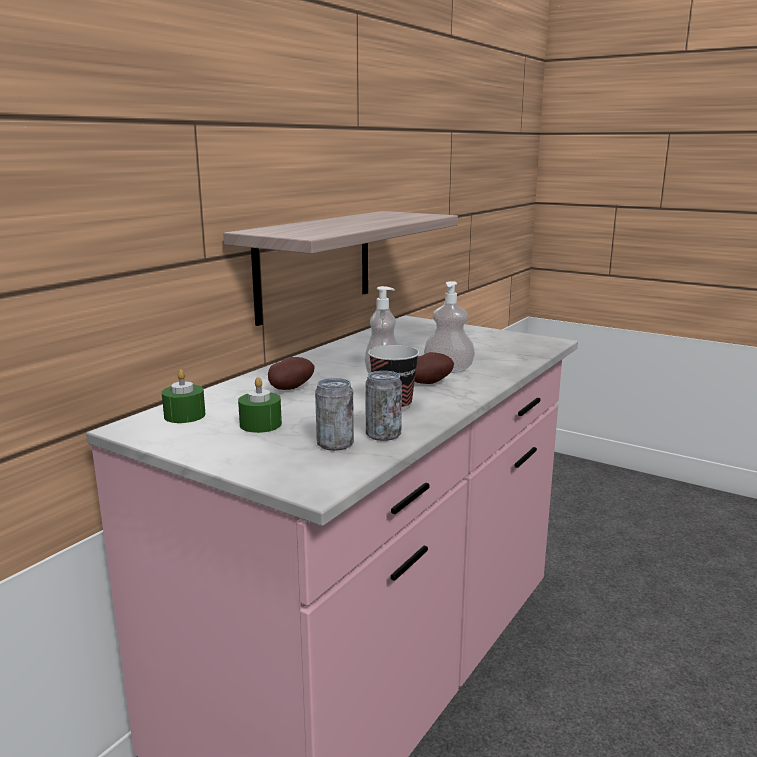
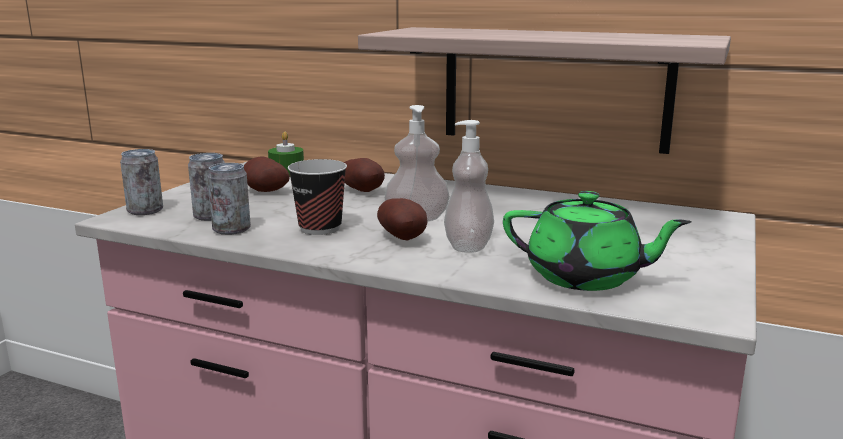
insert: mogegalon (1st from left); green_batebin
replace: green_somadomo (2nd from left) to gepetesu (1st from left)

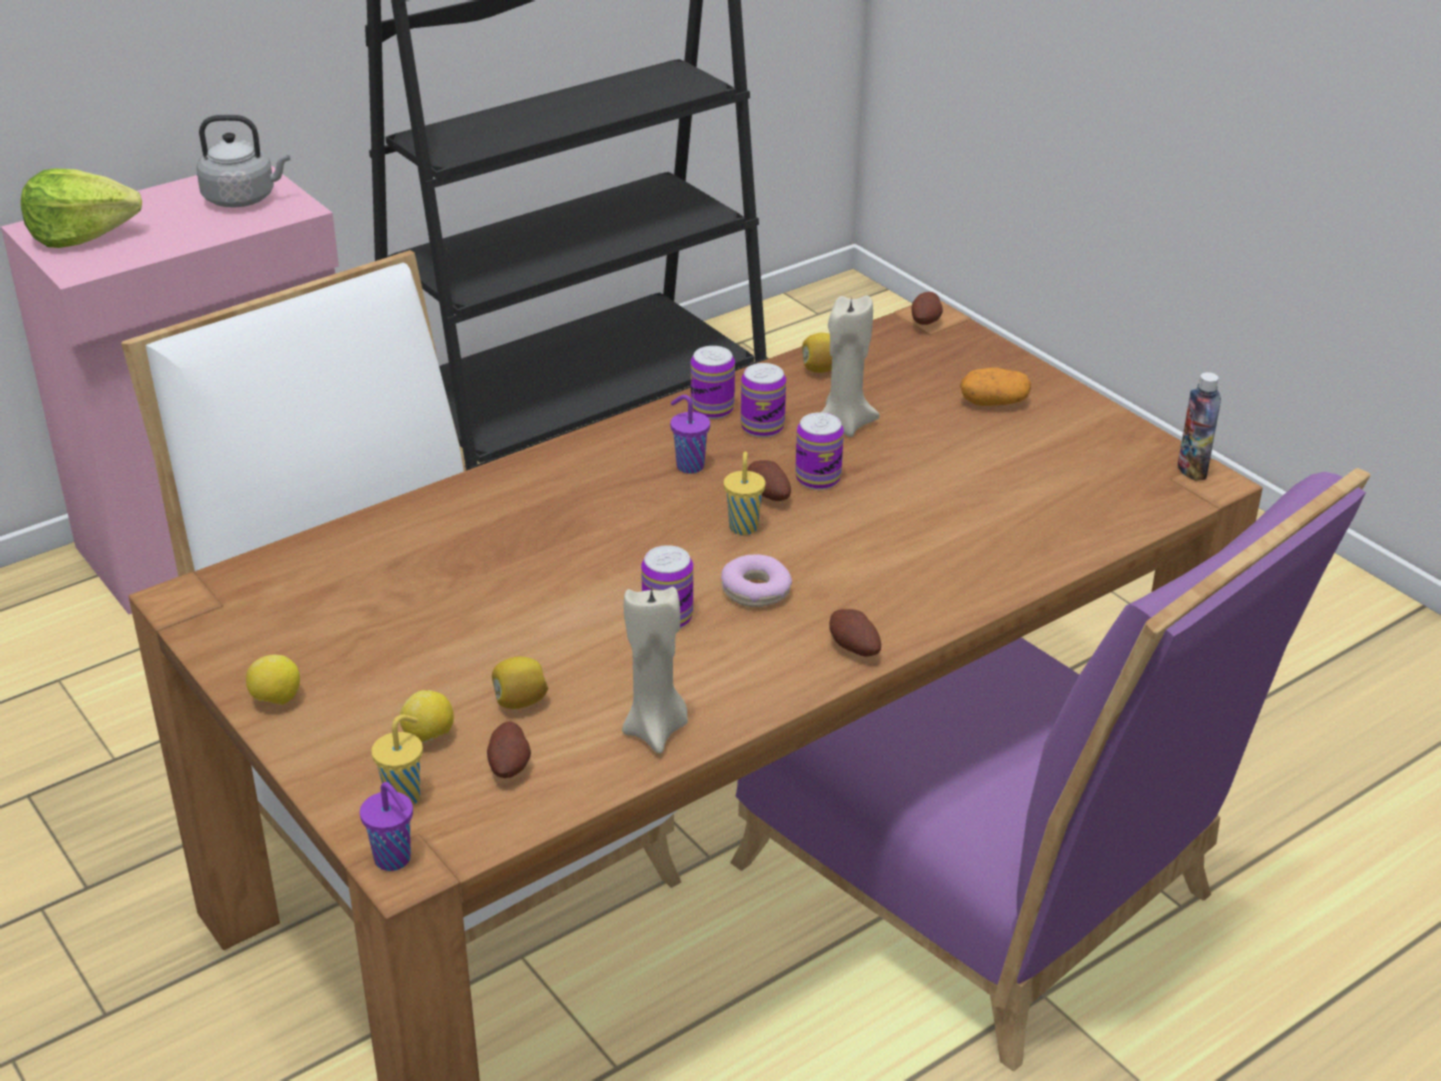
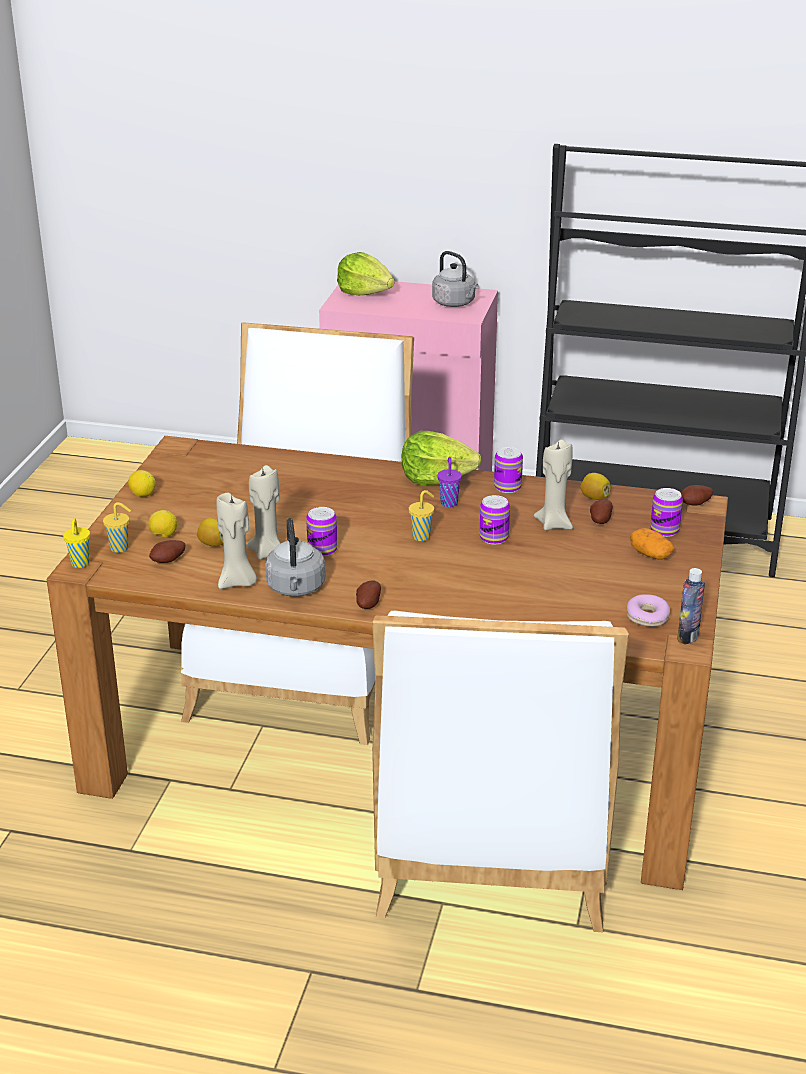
insert: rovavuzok (2nd from left); beige_somadomo (2nd from left); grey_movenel (1st from left)
move: mogegalon (3rd from left in the first image) to mogegalon (4th from left); gepetesu (2nd from left in the first image) to gepetesu (3rd from left); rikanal
recolor: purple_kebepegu to white_kebepegu (2nd from left); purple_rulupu (1st from left) to yellow_rulupu (1st from left)

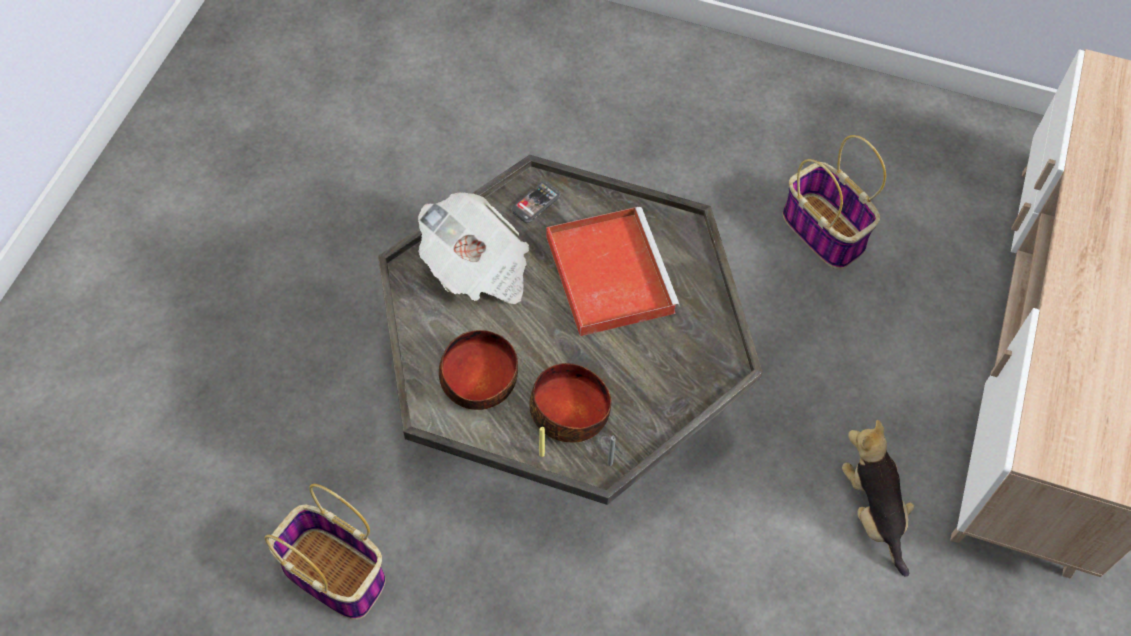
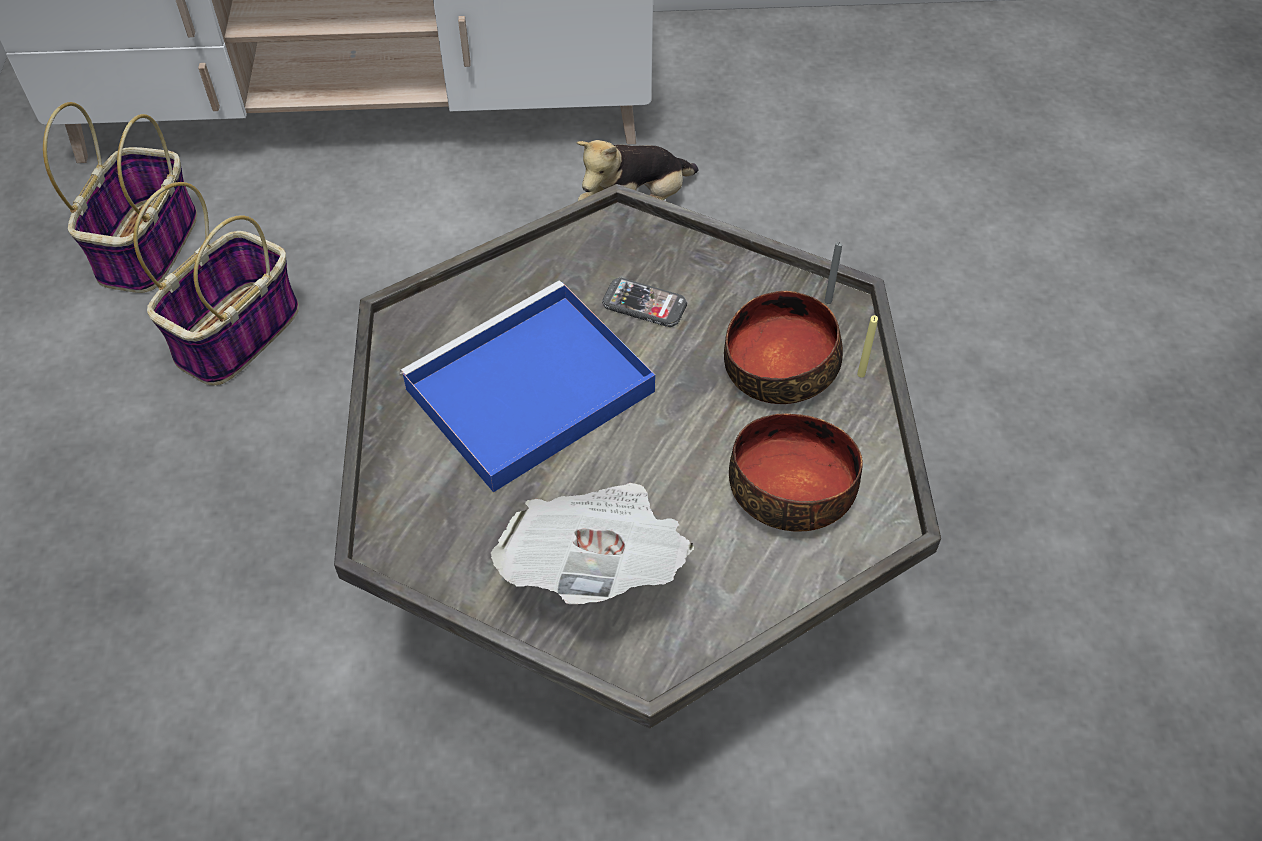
move: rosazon; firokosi (1st from left)
recolor: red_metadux to blue_metadux

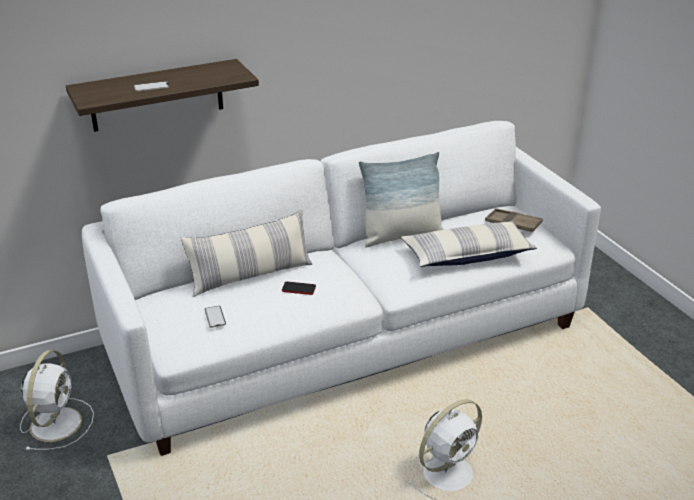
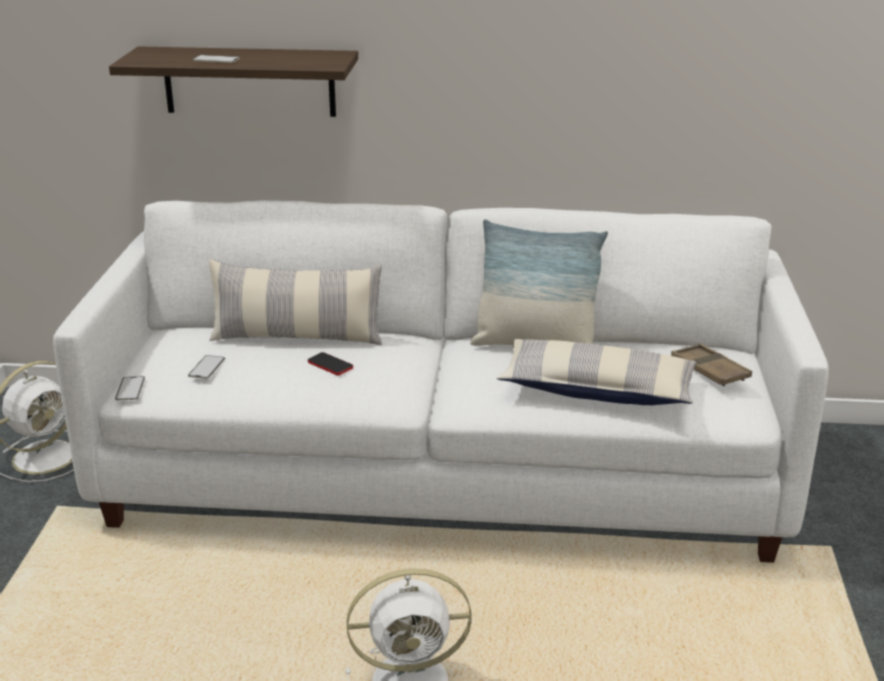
insert: rosazon (1st from left)

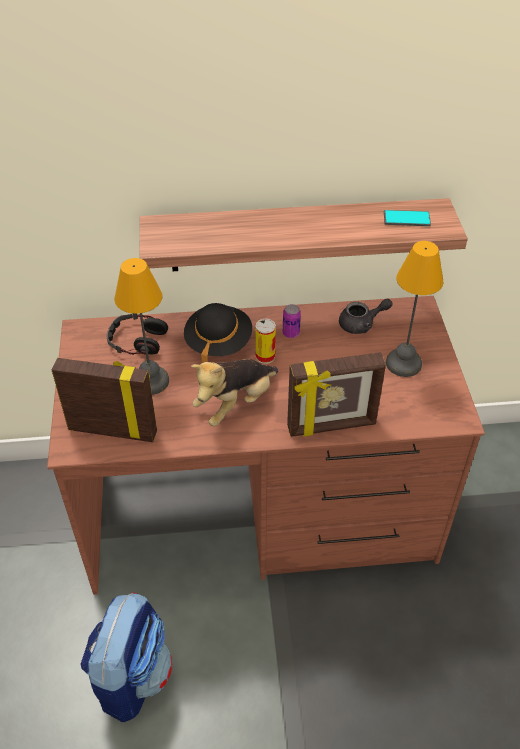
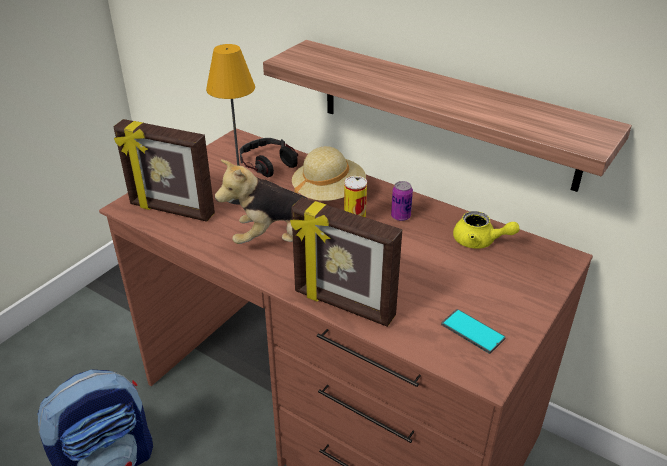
delete: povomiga (2nd from left)
move: rosazon
recolor: grey_batebin to yellow_batebin; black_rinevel to beige_rinevel
rotate: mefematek (1st from left) 150 degrees clockwise

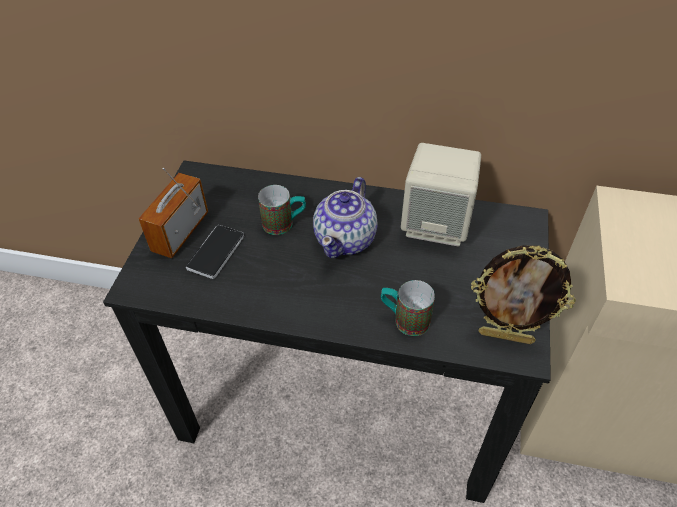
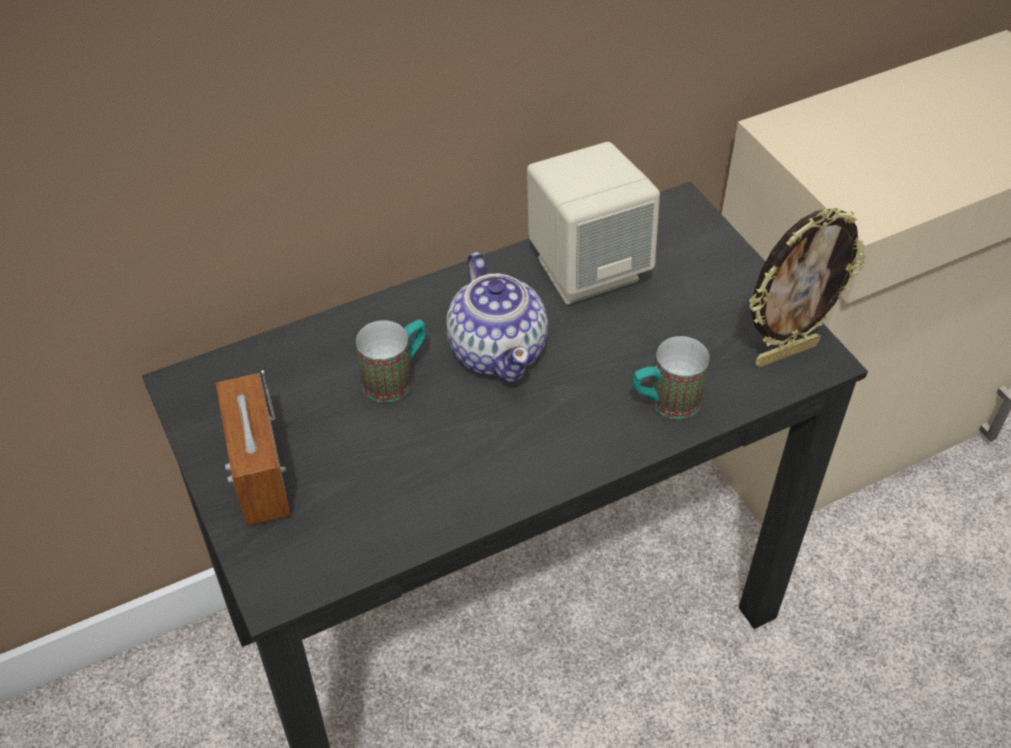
delete: rosazon

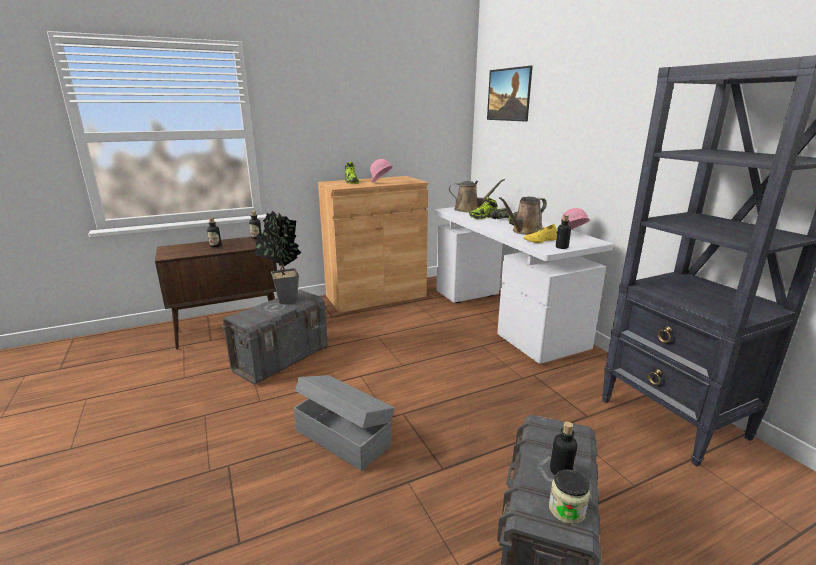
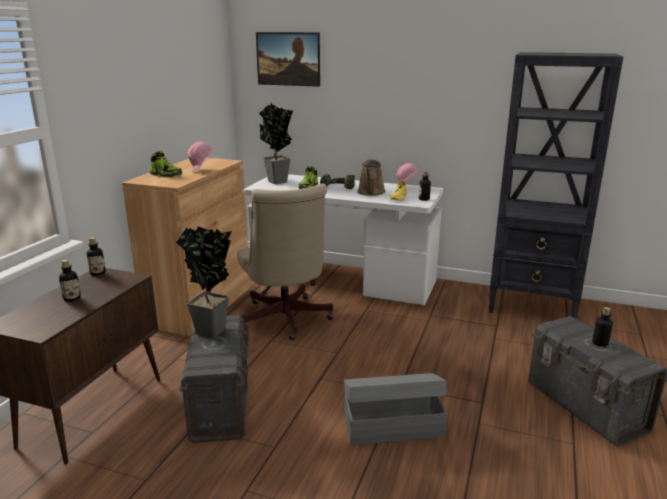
delete: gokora
insert: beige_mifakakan
replace: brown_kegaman (1st from left) to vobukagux (2nd from left)

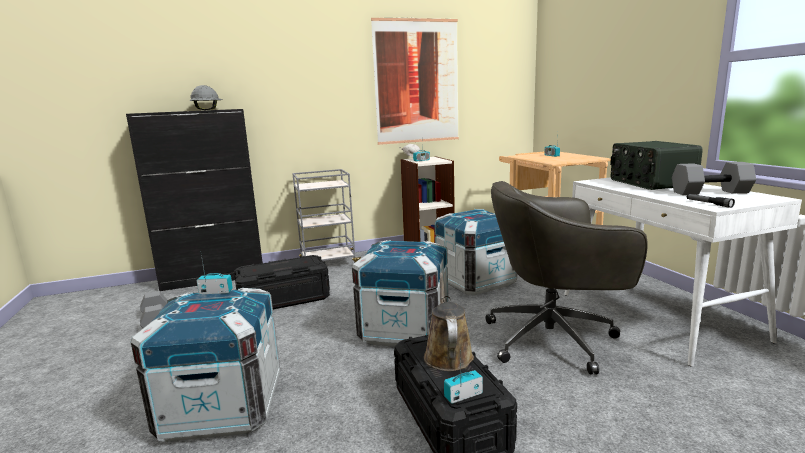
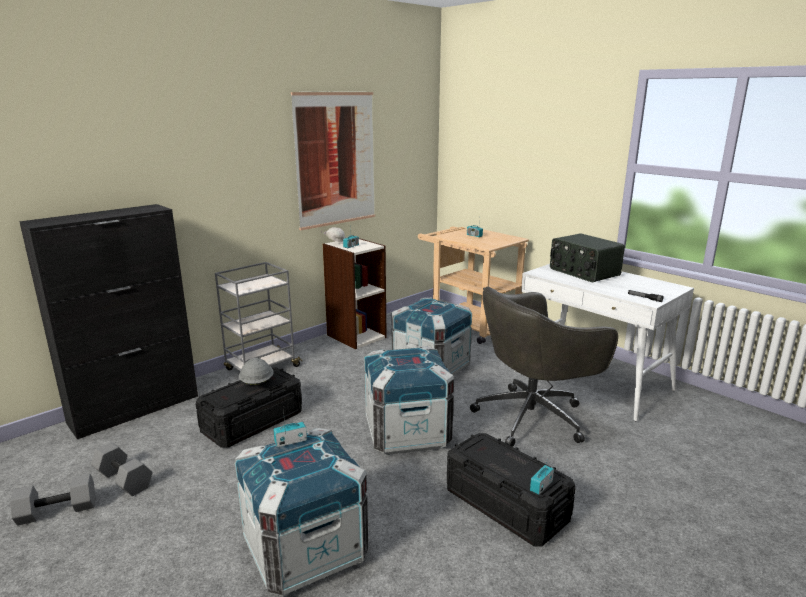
delete: brown_kegaman
move: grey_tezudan; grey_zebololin (2nd from left in the first image) to grey_zebololin (1st from left)

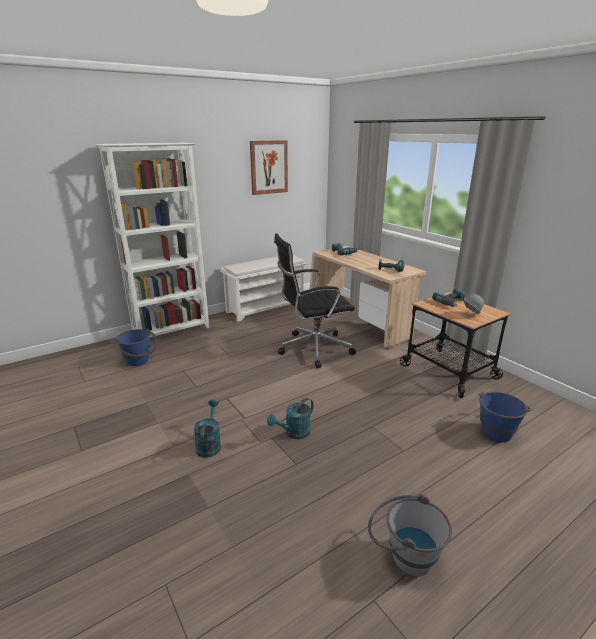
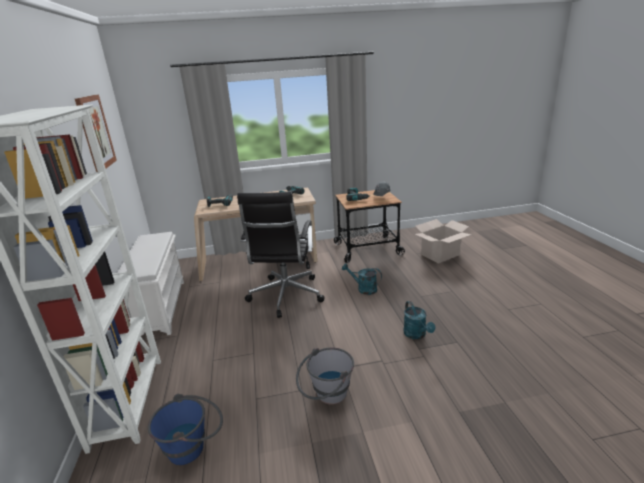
move: turquoise_kegaman (1st from left); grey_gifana
replace: blue_gifana (2nd from left) to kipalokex

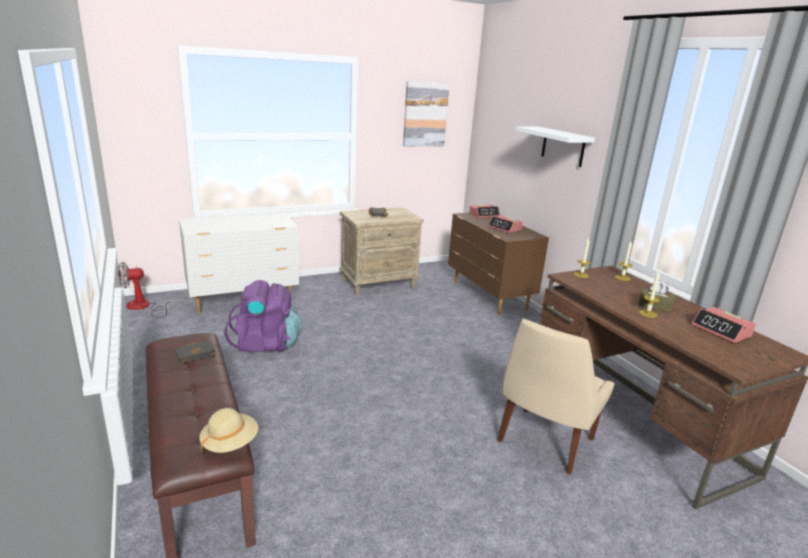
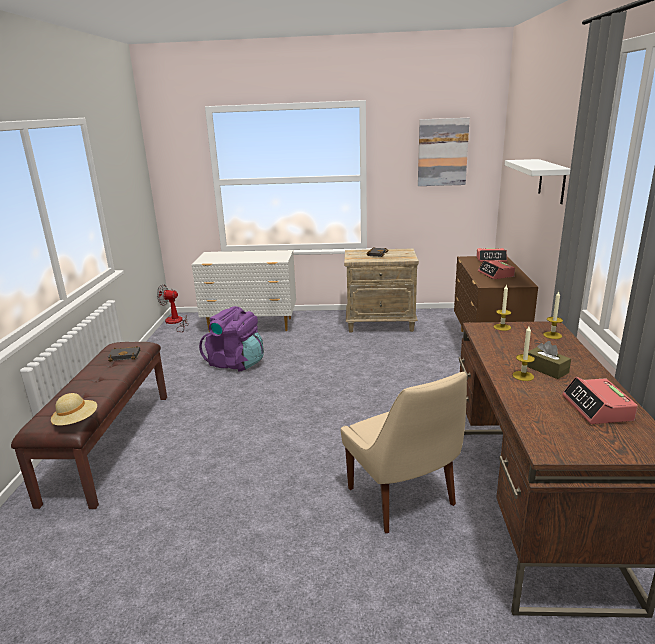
rotate: beige_kebepegu 90 degrees counterclockwise

